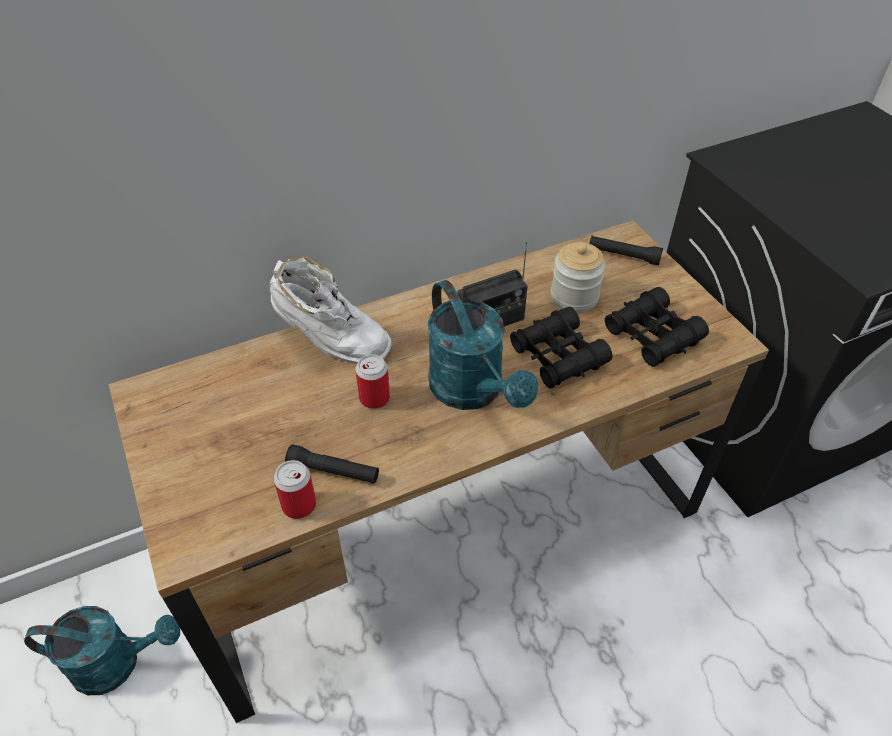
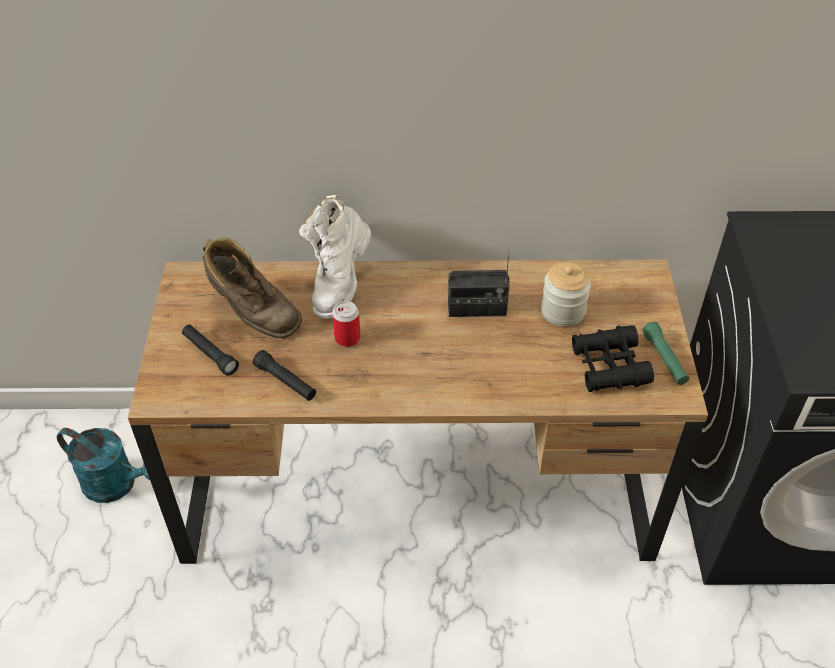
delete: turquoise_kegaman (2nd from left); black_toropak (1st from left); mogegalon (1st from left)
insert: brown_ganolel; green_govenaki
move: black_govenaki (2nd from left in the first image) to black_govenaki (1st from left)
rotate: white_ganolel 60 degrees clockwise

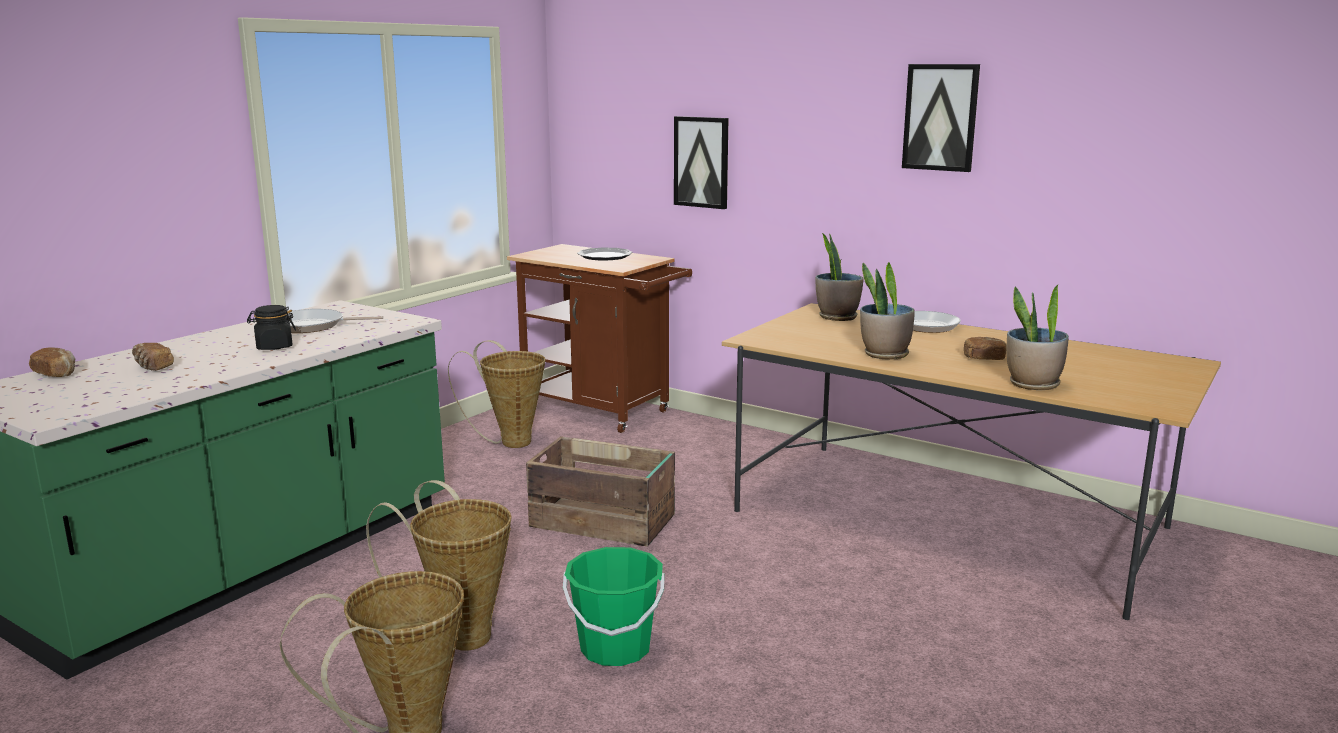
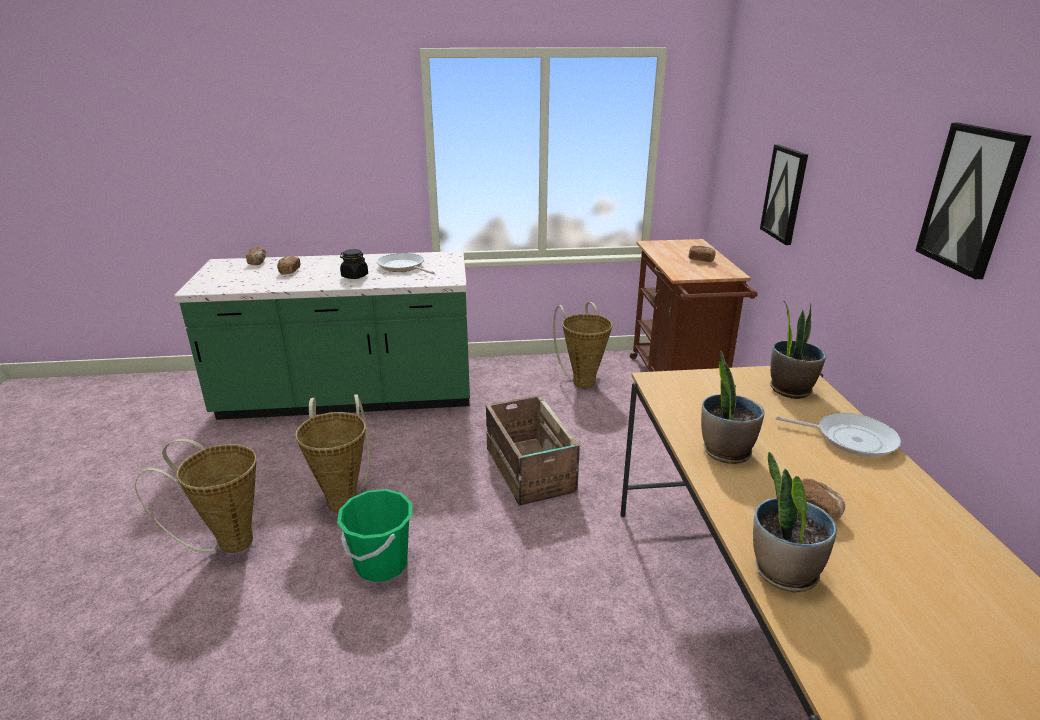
replace: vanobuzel to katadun (3rd from left)

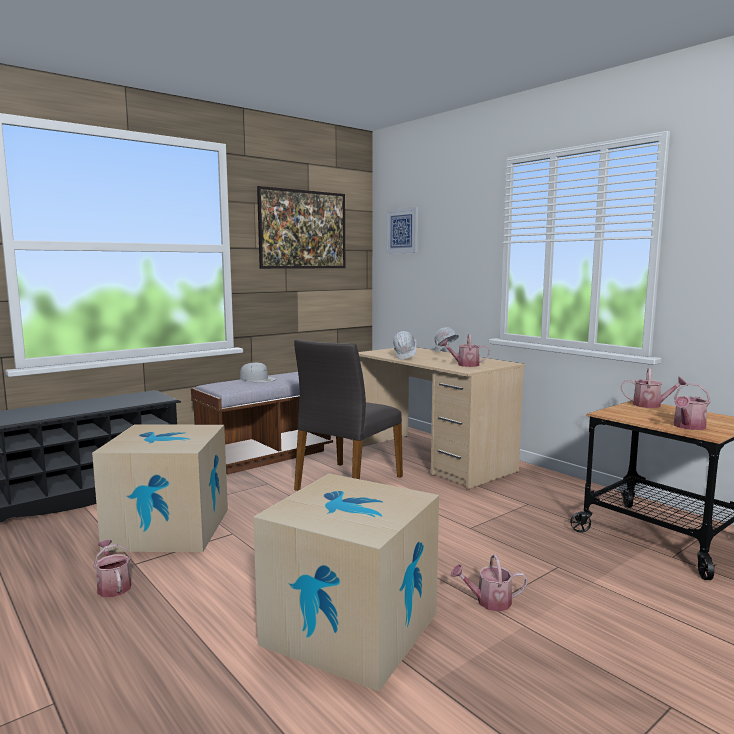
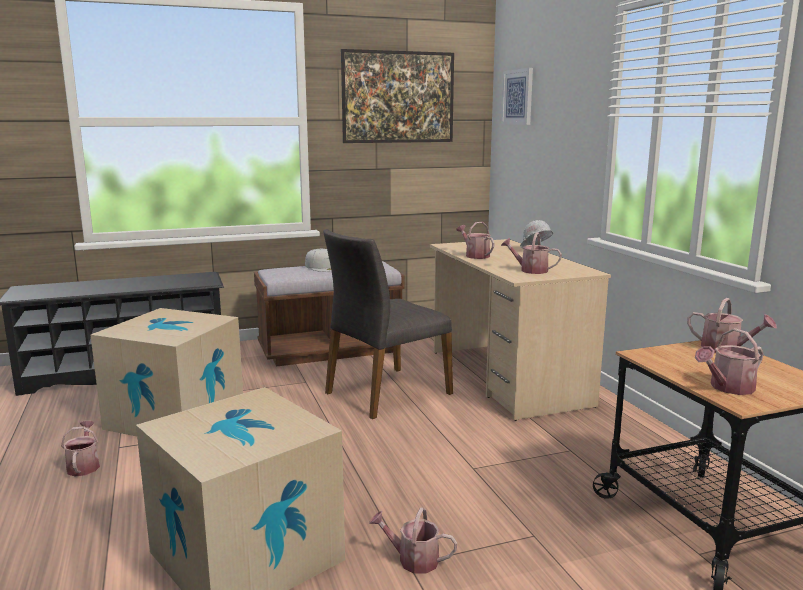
replace: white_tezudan (1st from left) to kegaman (3rd from left)

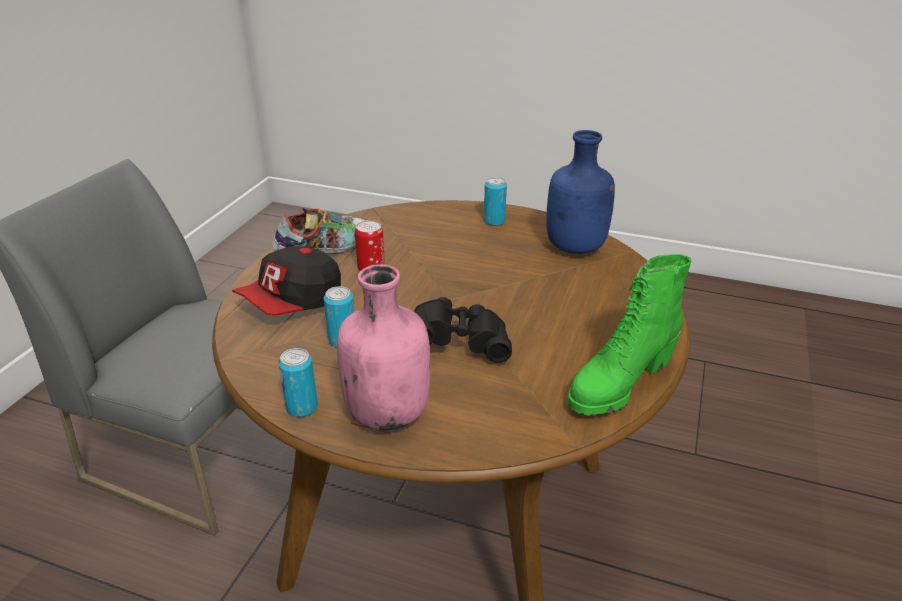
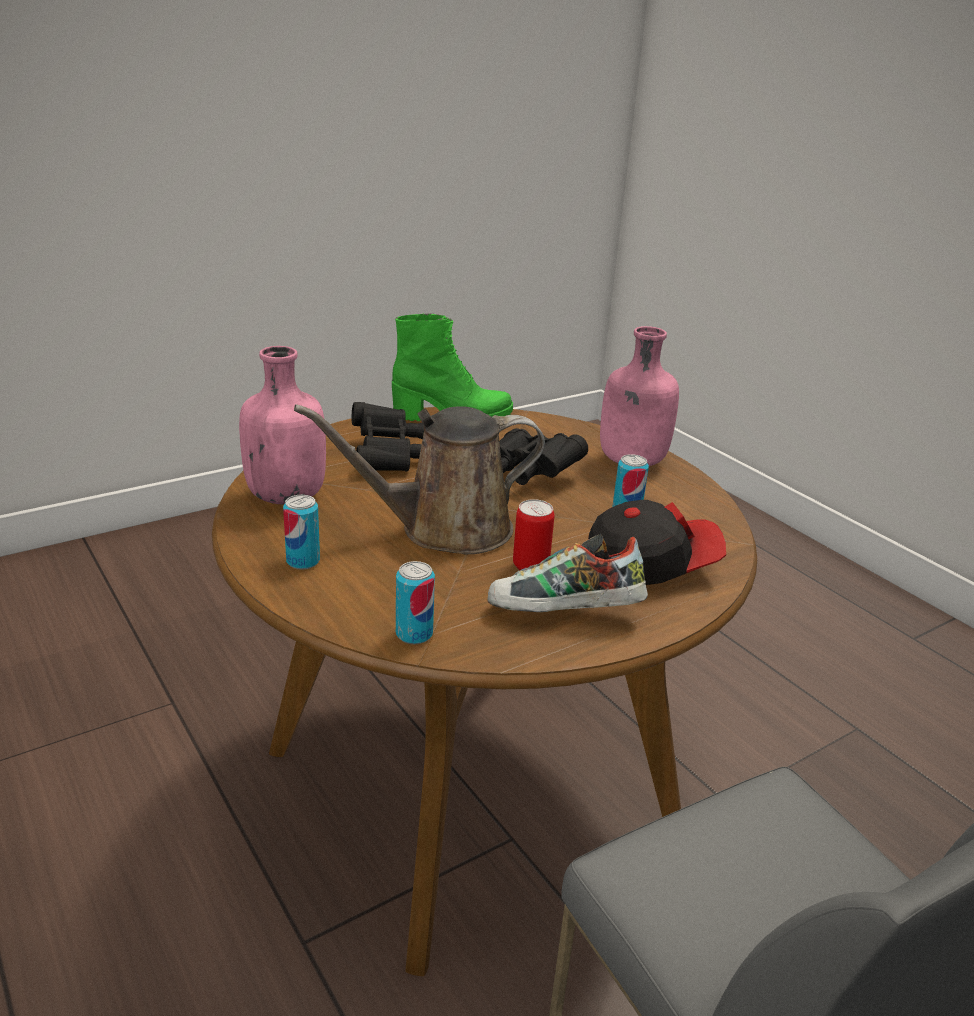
insert: black_toropak (1st from left); brown_kegaman
move: mogegalon (1st from left in the first image) to mogegalon (2nd from left)
recolor: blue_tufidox to pink_tufidox (1st from left)

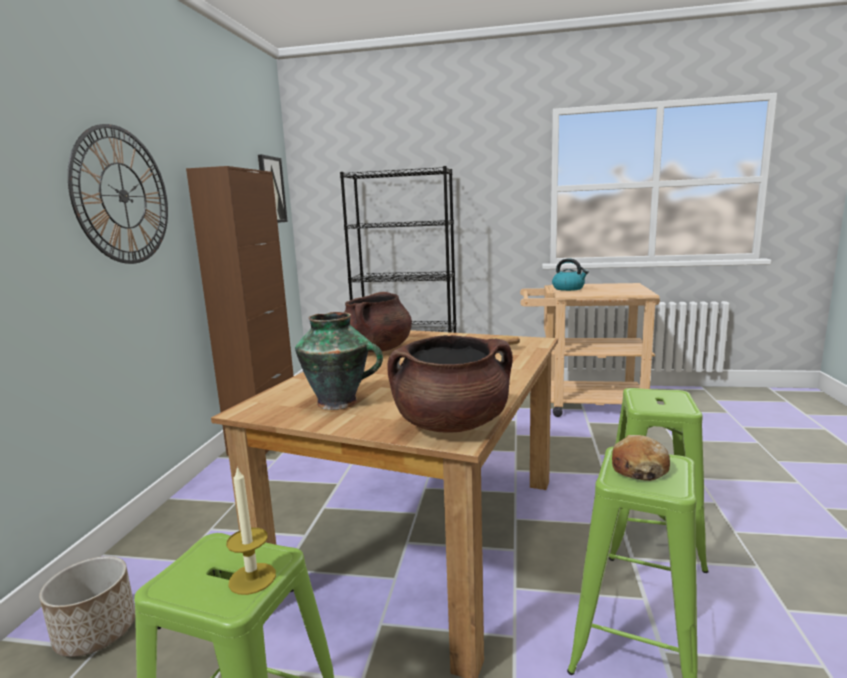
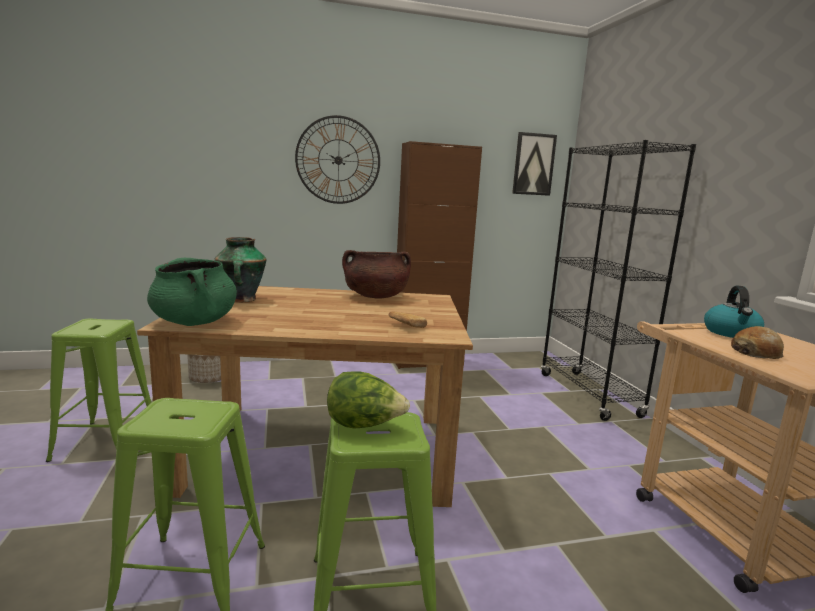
delete: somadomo
insert: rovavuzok
move: katadun (2nd from left)
recolor: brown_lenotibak (2nd from left) to green_lenotibak

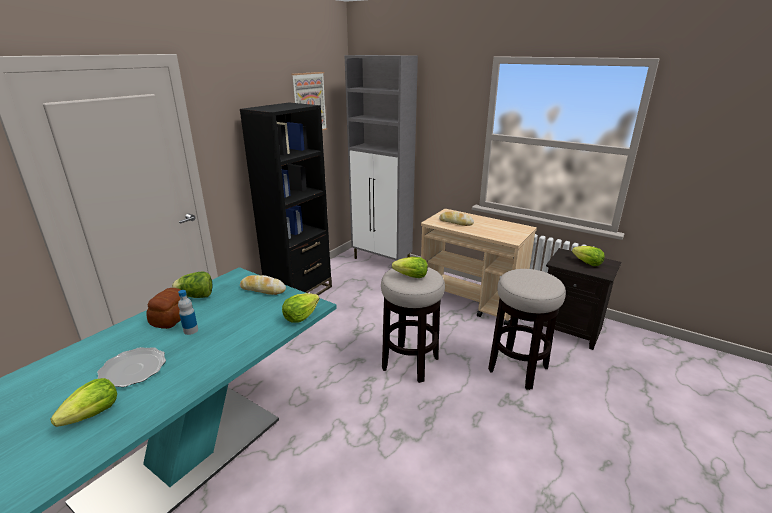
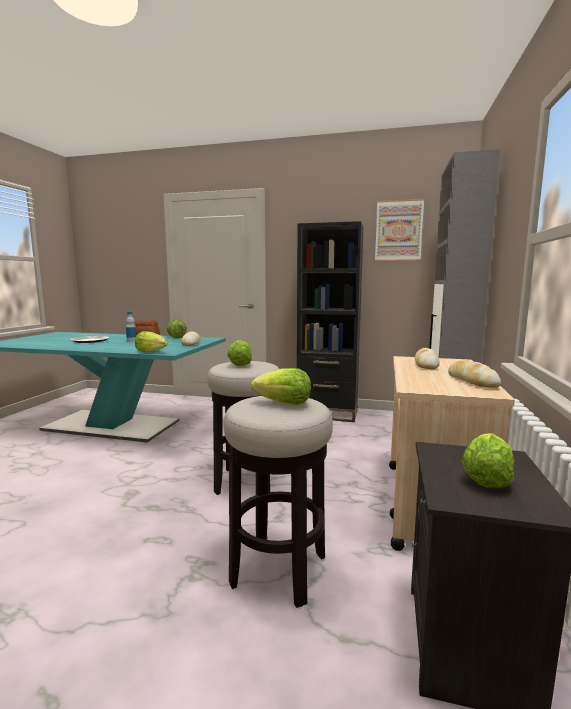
insert: katadun (4th from left)
move: rovavuzok (1st from left in the first image) to rovavuzok (4th from left)

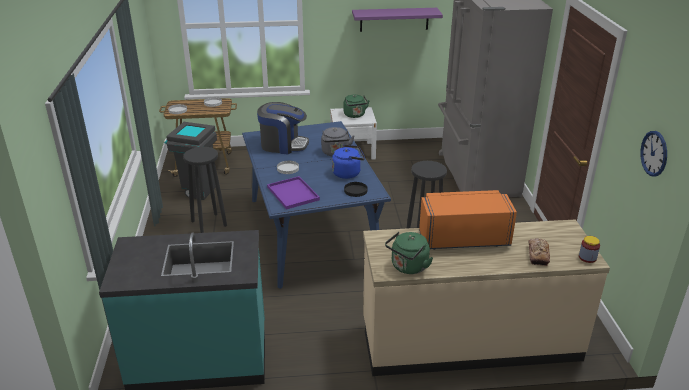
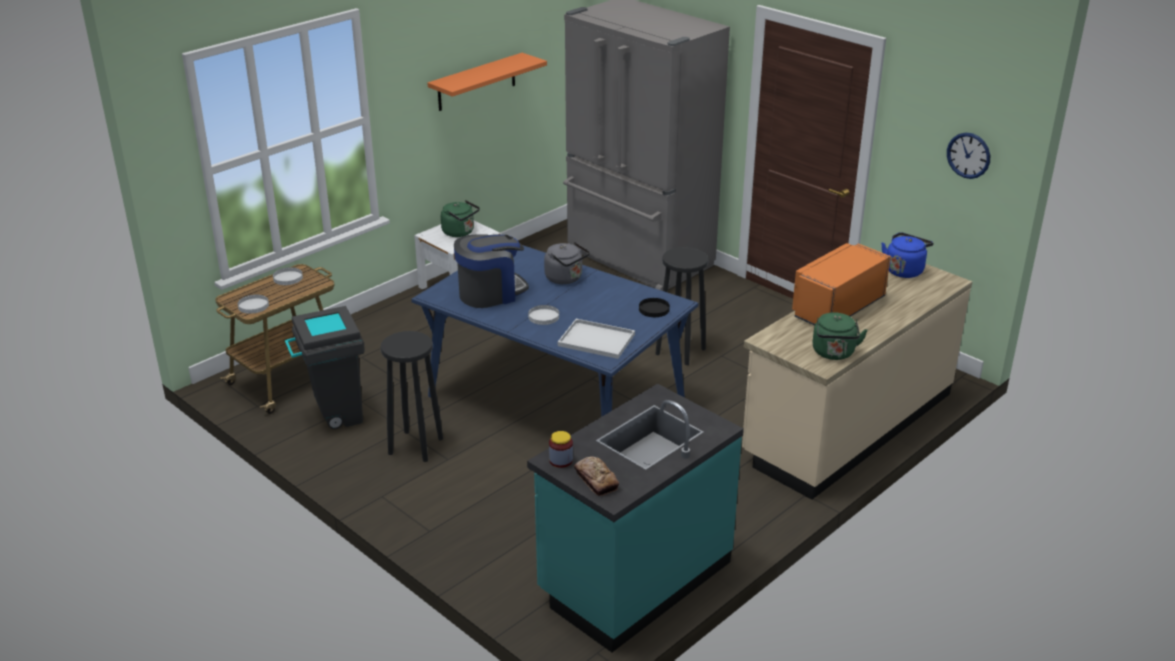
move: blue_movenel; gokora; katadun
recolor: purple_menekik to orange_menekik; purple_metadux to white_metadux

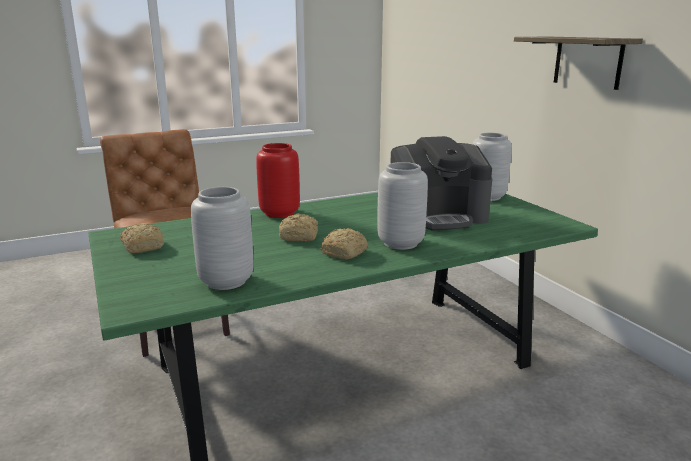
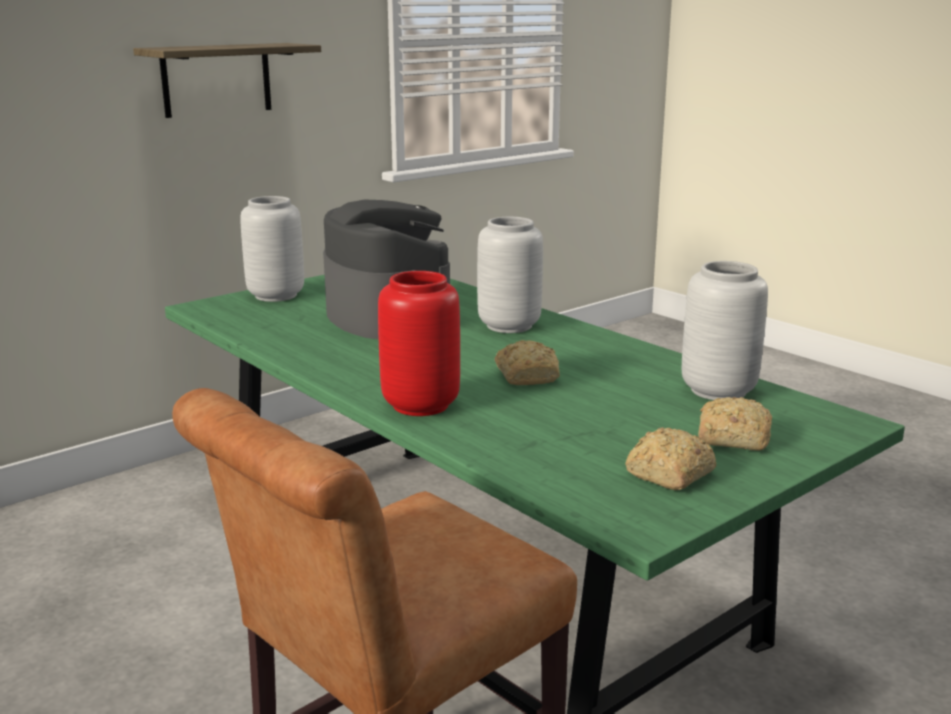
move: katadun (3rd from left)

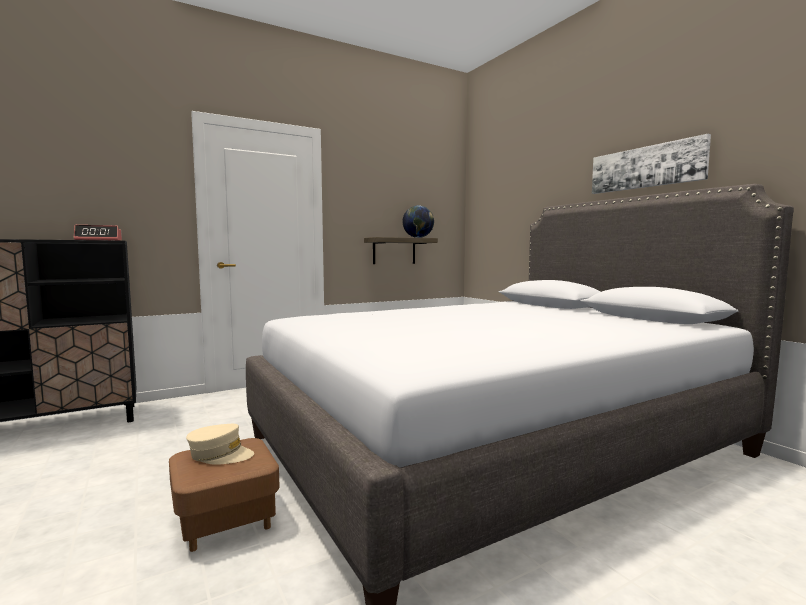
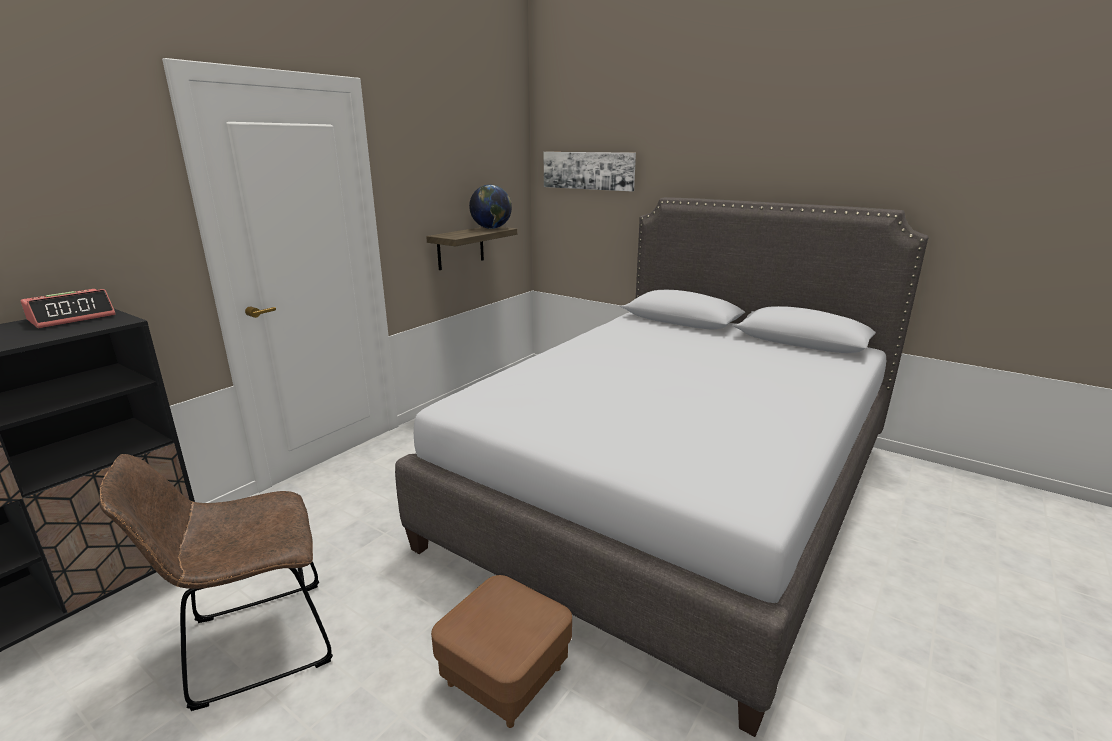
delete: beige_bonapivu
insert: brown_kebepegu
move: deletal

